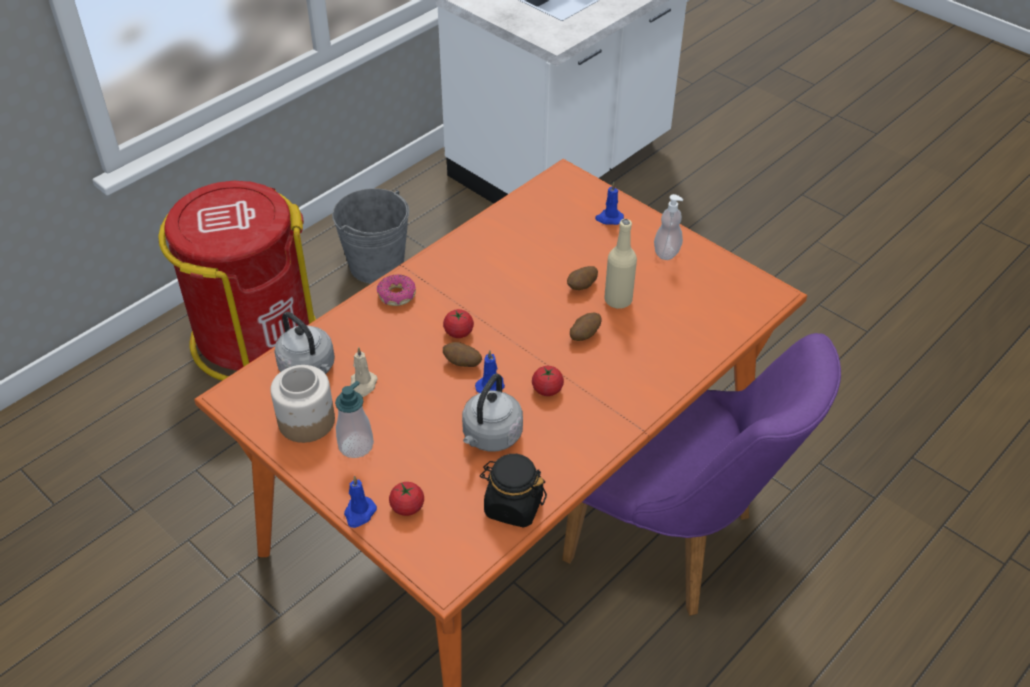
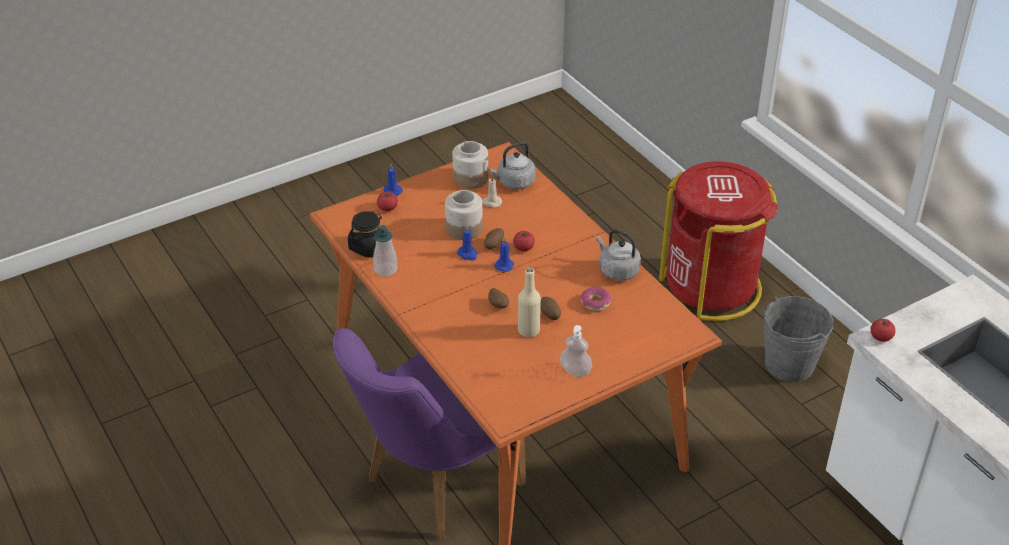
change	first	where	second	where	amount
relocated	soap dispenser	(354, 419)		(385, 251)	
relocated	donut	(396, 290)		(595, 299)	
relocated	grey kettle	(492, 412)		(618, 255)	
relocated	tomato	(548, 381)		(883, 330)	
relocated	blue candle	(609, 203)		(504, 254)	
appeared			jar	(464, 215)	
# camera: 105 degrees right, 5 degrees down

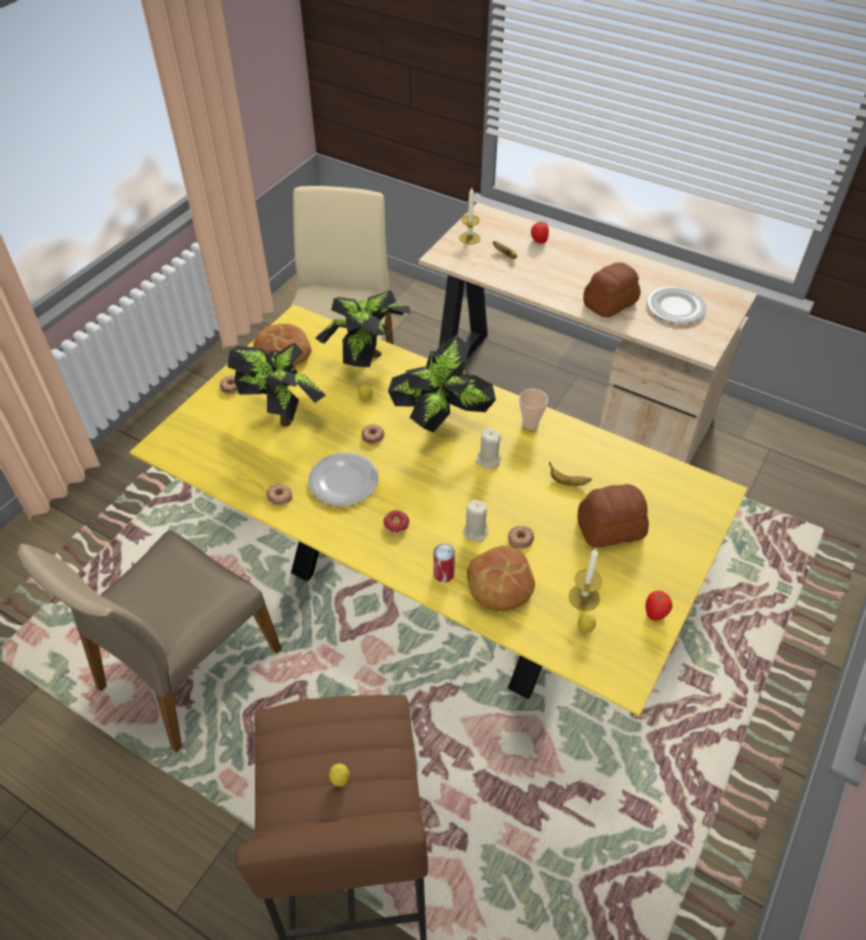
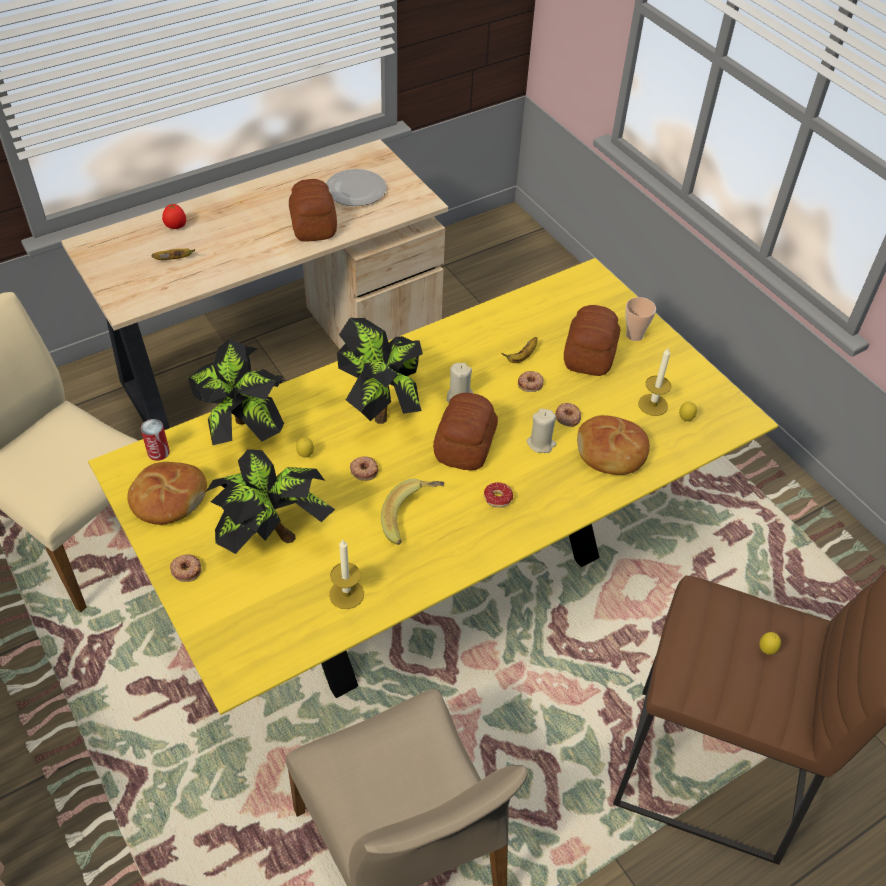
change	first	where	second	where	amount
relocated	donut	(279, 494)		(531, 381)	
exchanged	plate	(343, 479)	banana	(413, 512)	
relocated	can	(444, 563)		(155, 440)	
relocated	candle	(469, 216)		(346, 574)	
relocated	cup	(533, 409)		(640, 319)	
missing	tomato	(659, 605)			
appeared			bread	(465, 432)	
# camera: 65 degrees left, 0 degrees up

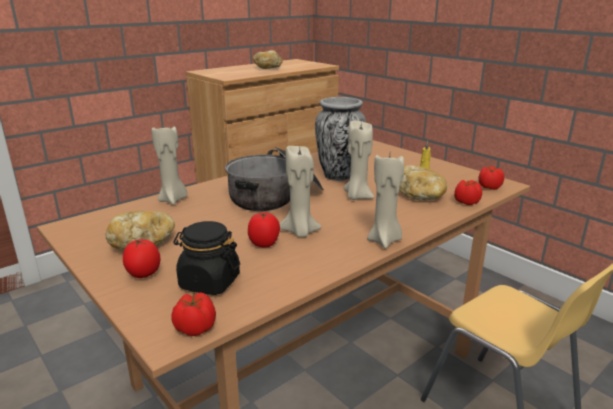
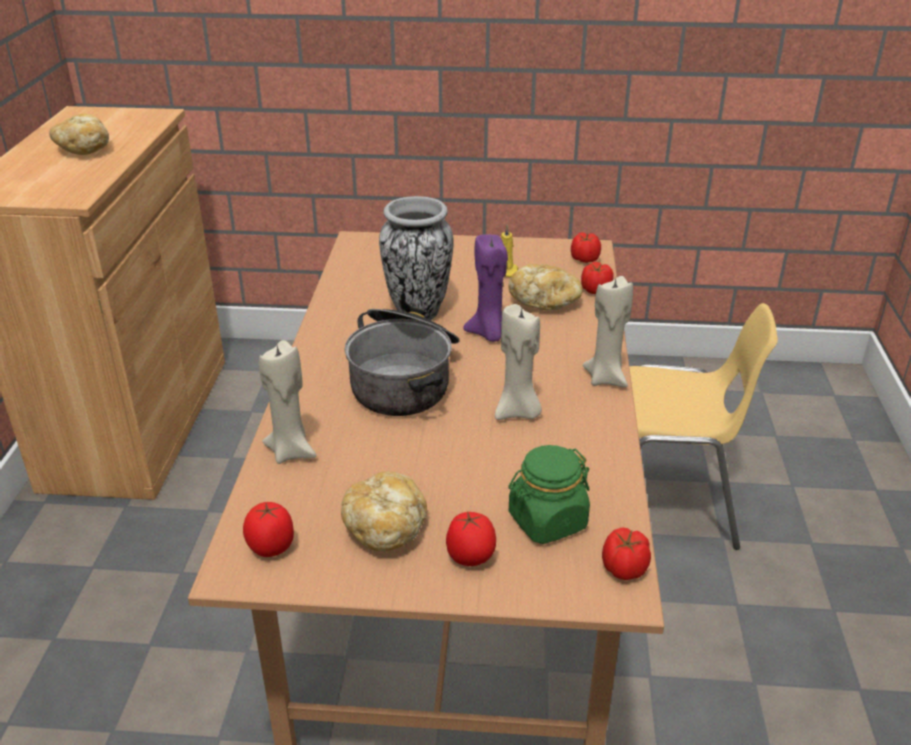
change	first	where	second	where	amount
colour	black jar	(207, 258)	green jar	(549, 494)	
relocated	tomato	(264, 229)		(268, 529)	
colour	beige candle	(359, 160)	purple candle	(485, 287)	
# camera: 45 degrees left, 10 degrees up

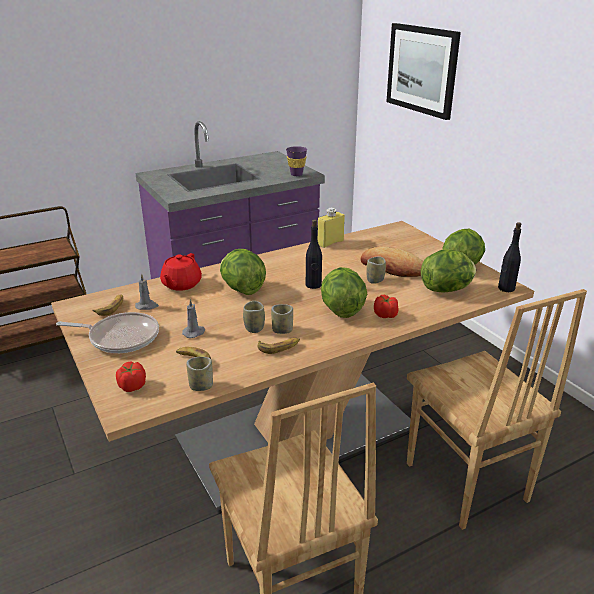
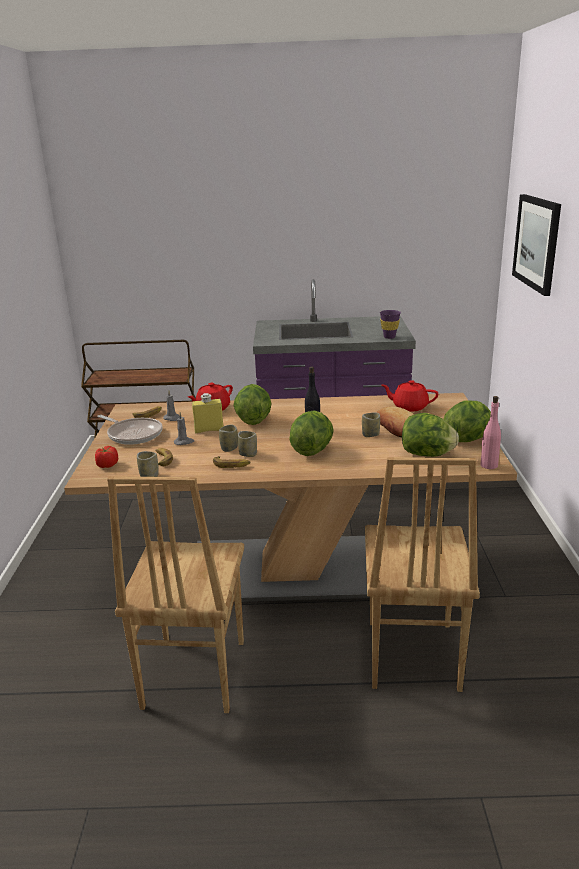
change	first	where	second	where	amount
relocated	yellow bottle	(331, 228)		(208, 413)	
missing	tomato	(386, 306)			
colour	black bottle	(509, 257)	pink bottle	(490, 432)	
appeared			red teapot	(410, 396)	
# camera: 30 degrees right, 5 degrees down

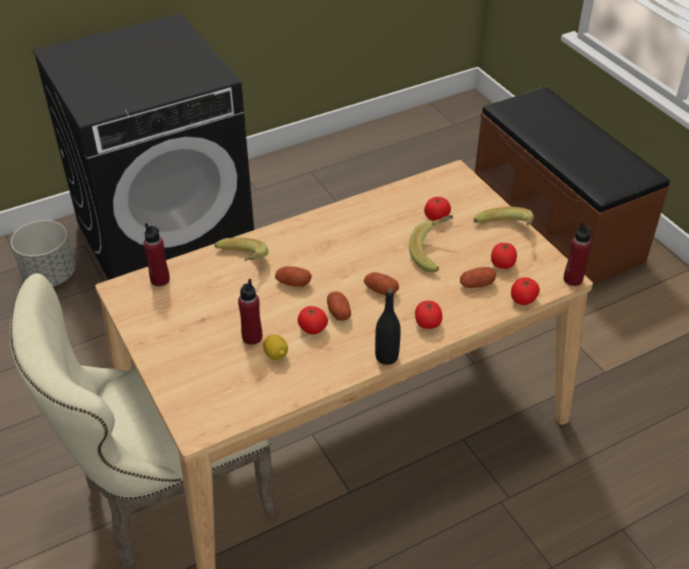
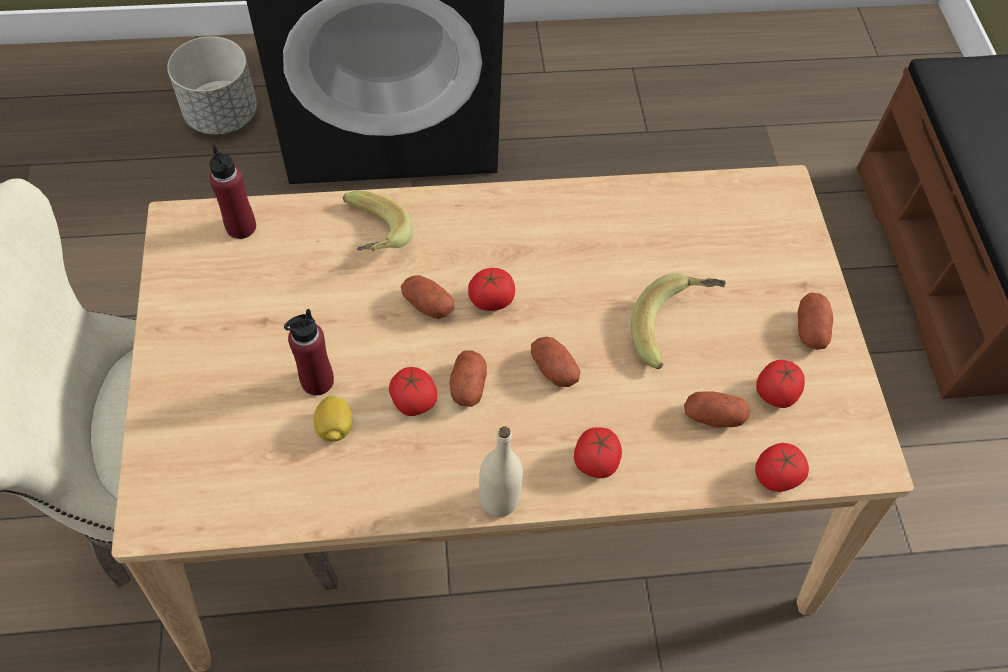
change	first	where	second	where	amount
colour	black bottle	(388, 326)	beige bottle	(501, 472)	
relocated	tomato	(437, 209)		(491, 289)	
exchanged	banana	(504, 216)	potato	(815, 321)	
missing	red bottle	(578, 254)			
# camera: 20 degrees right, 15 degrees up

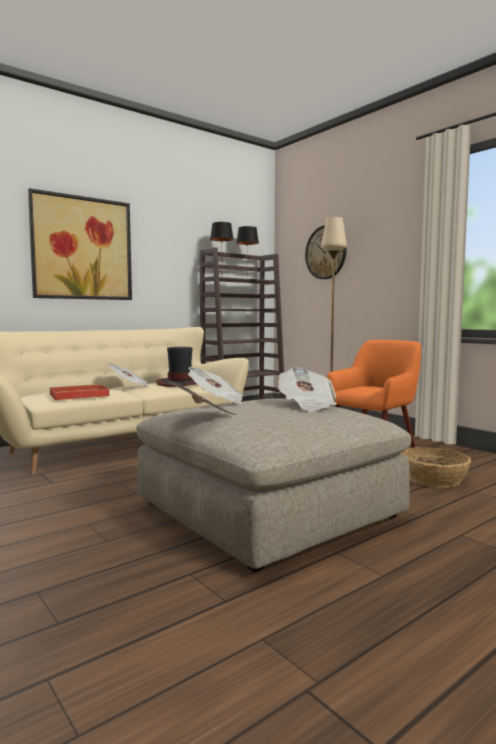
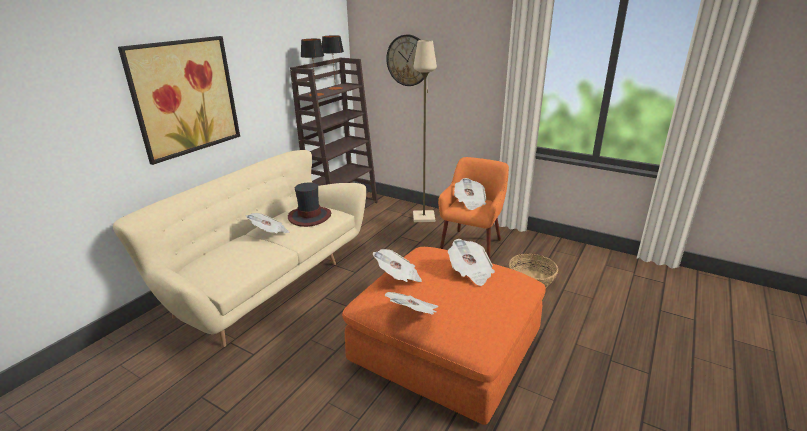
change	first	where	second	where	amount
missing	red tray	(80, 392)			
colour	beige ottoman	(273, 485)	orange ottoman	(444, 336)	
appeared			newspaper	(470, 194)	
# camera: 20 degrees left, 20 degrees up

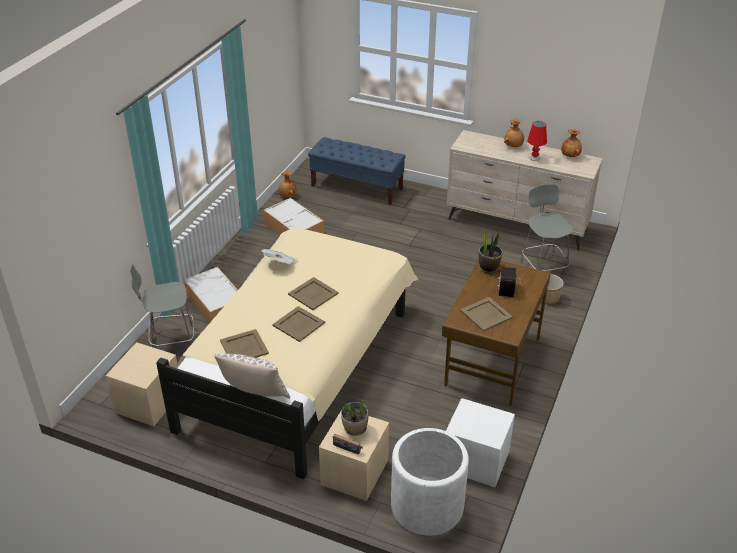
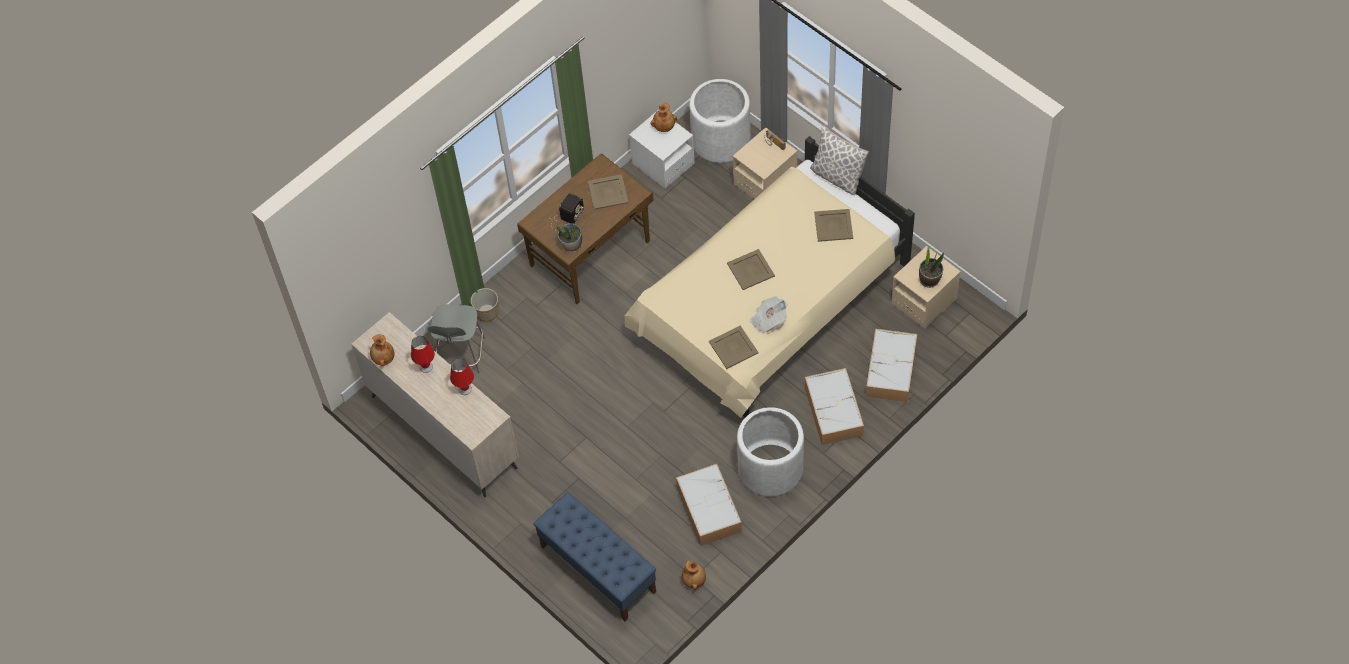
change	first	where	second	where	amount
exchanged	grey chair	(162, 306)	storage box	(891, 365)	
relocated	beige tray	(298, 324)		(734, 347)	
relocated	potted plant	(354, 418)		(931, 267)	
relocated	brown vase	(514, 132)		(663, 117)	
appeared			red table lamp	(462, 376)	
appeared			white planter	(770, 452)	
# camera: 155 degrees left, 20 degrees up

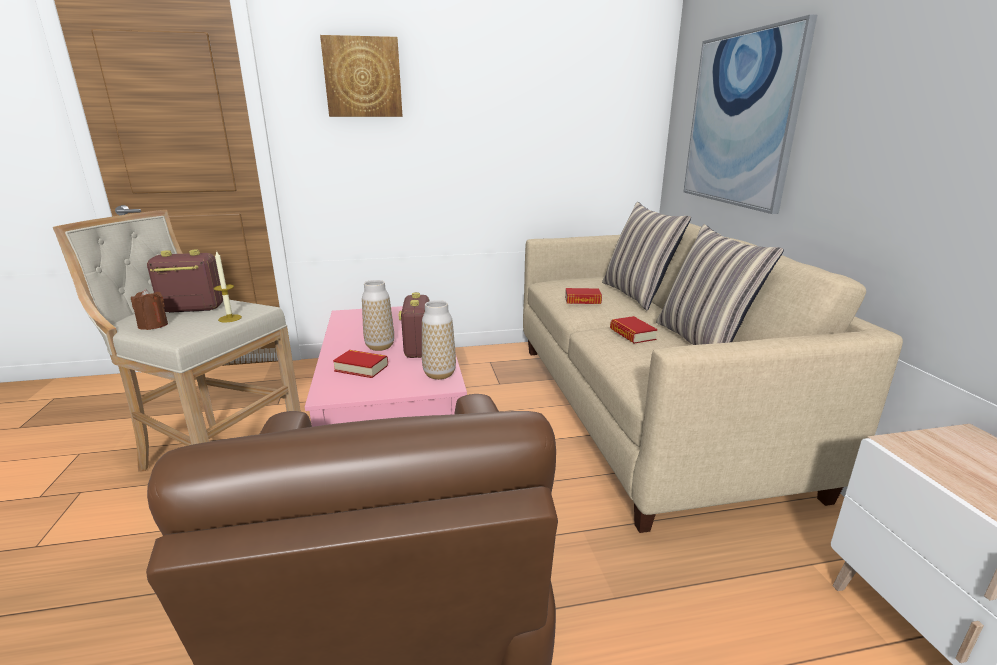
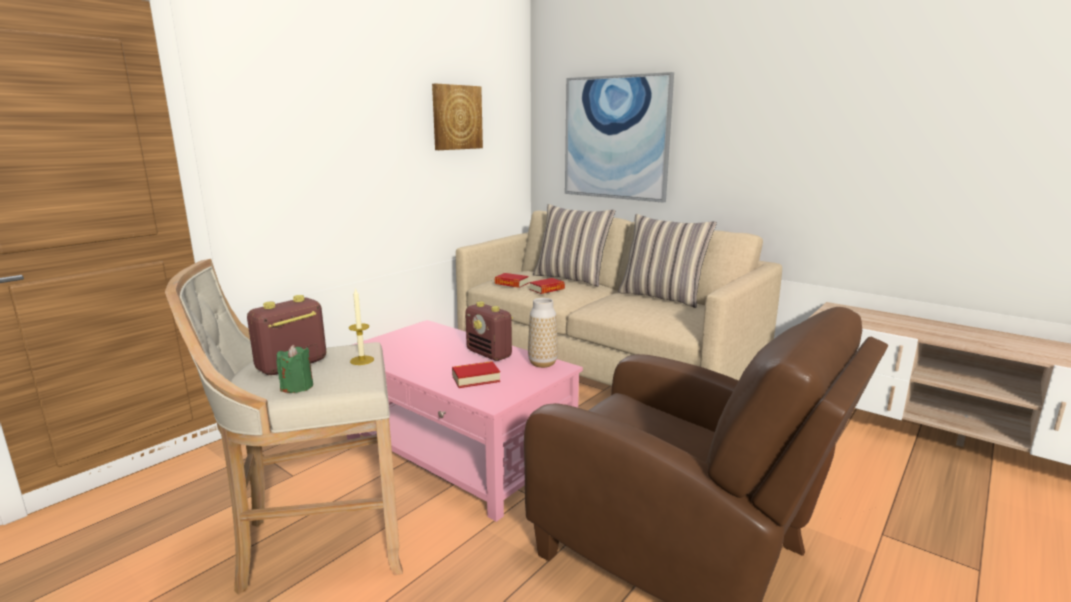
change	first	where	second	where	amount
colour	brown candle	(149, 309)	green candle	(294, 368)	
relocated	picture	(361, 76)		(457, 117)	
missing	vase	(378, 315)			
relocated	book	(634, 329)		(512, 280)	
# camera: 40 degrees left, 5 degrees down

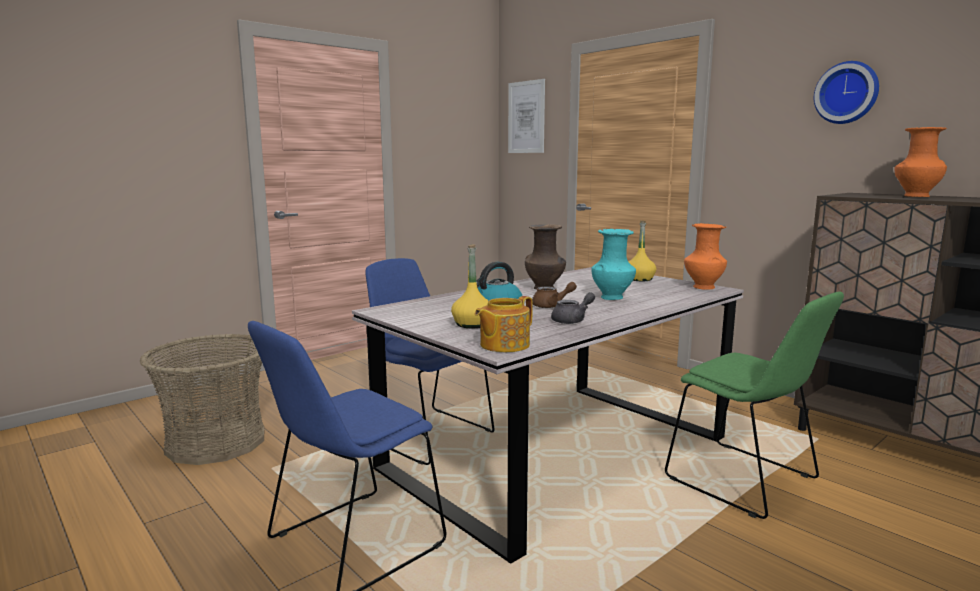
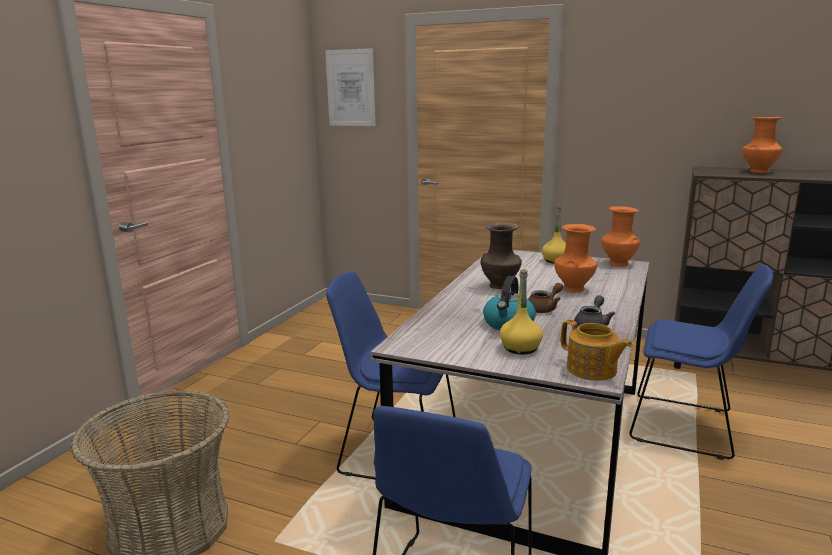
change	first	where	second	where	amount
spun	teapot	(504, 324)		(597, 350)	60 degrees counterclockwise
colour	turquoise vase	(613, 264)	orange vase	(575, 258)	
colour	green chair	(754, 405)	blue chair	(701, 362)	
missing	wall clock	(846, 92)			
# camera: 25 degrees left, 5 degrees up

